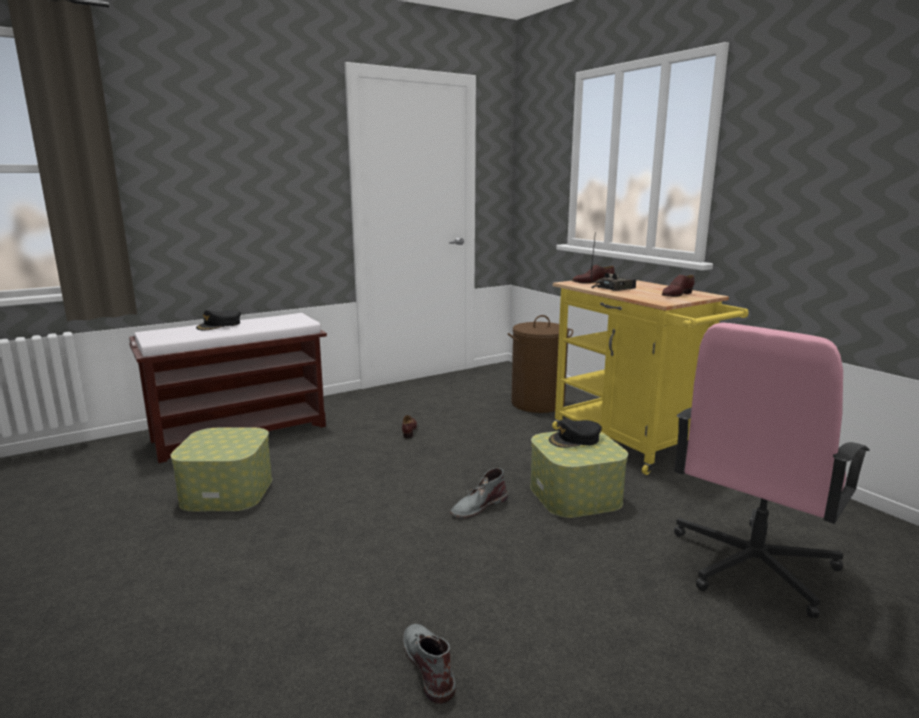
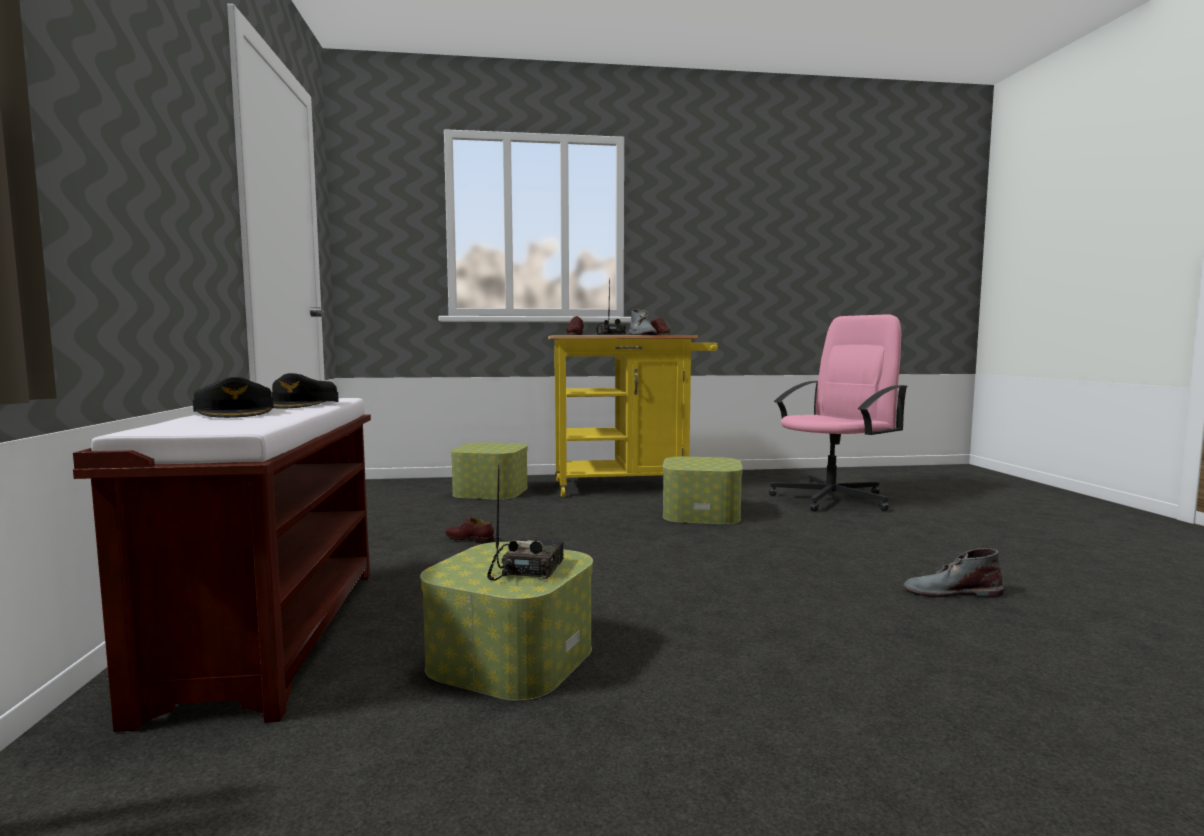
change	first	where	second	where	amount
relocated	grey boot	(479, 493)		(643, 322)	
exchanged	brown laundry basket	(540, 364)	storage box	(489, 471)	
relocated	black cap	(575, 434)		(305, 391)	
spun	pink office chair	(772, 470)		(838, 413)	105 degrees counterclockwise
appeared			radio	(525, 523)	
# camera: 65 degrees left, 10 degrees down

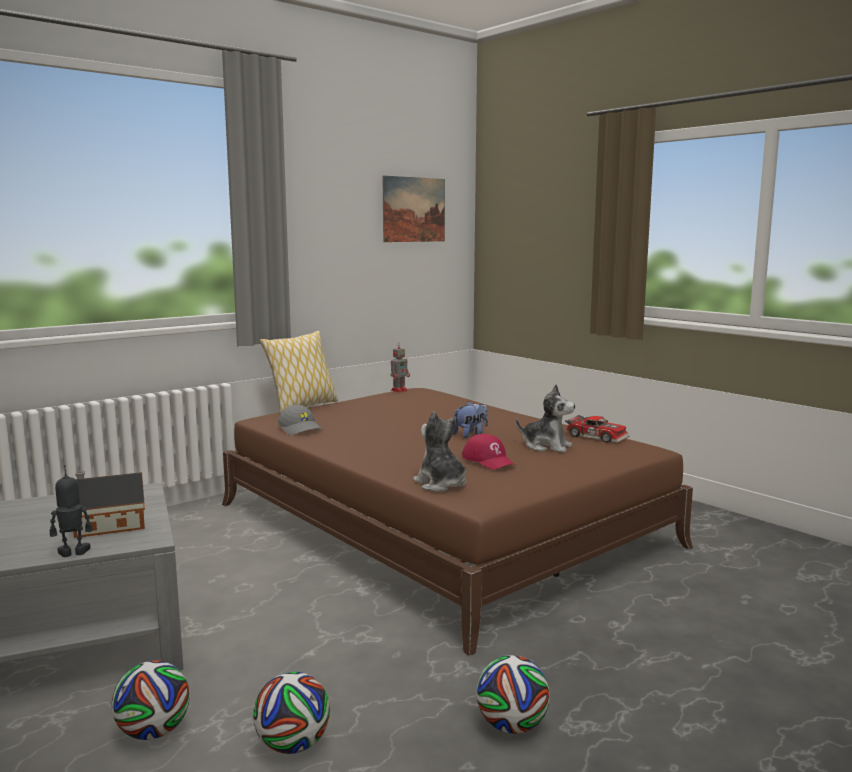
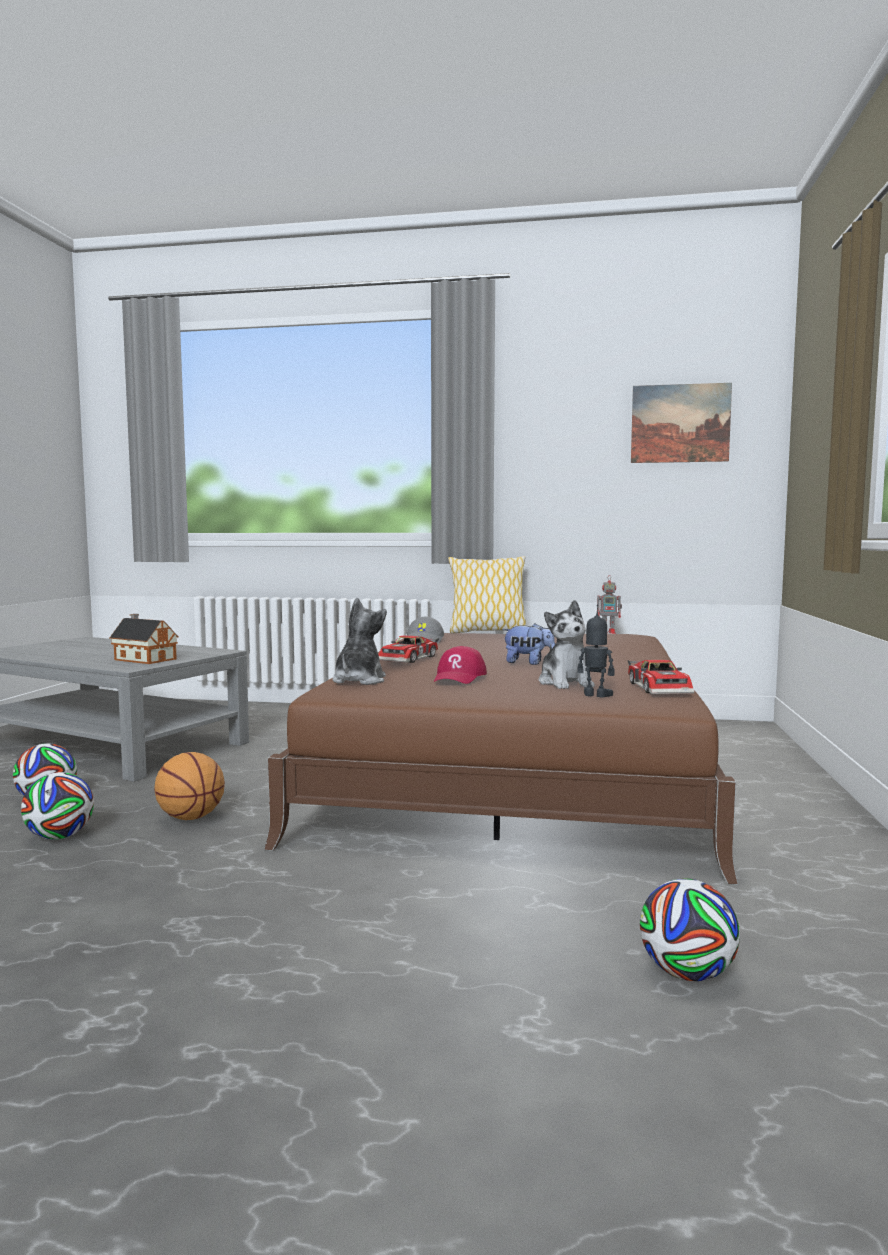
change	first	where	second	where	amount
relocated	toy robot	(71, 511)		(596, 650)	
relocated	football	(513, 694)		(690, 929)	
appeared			basketball	(189, 786)	
appeared			toy car	(408, 649)	
# camera: 50 degrees right, 5 degrees down

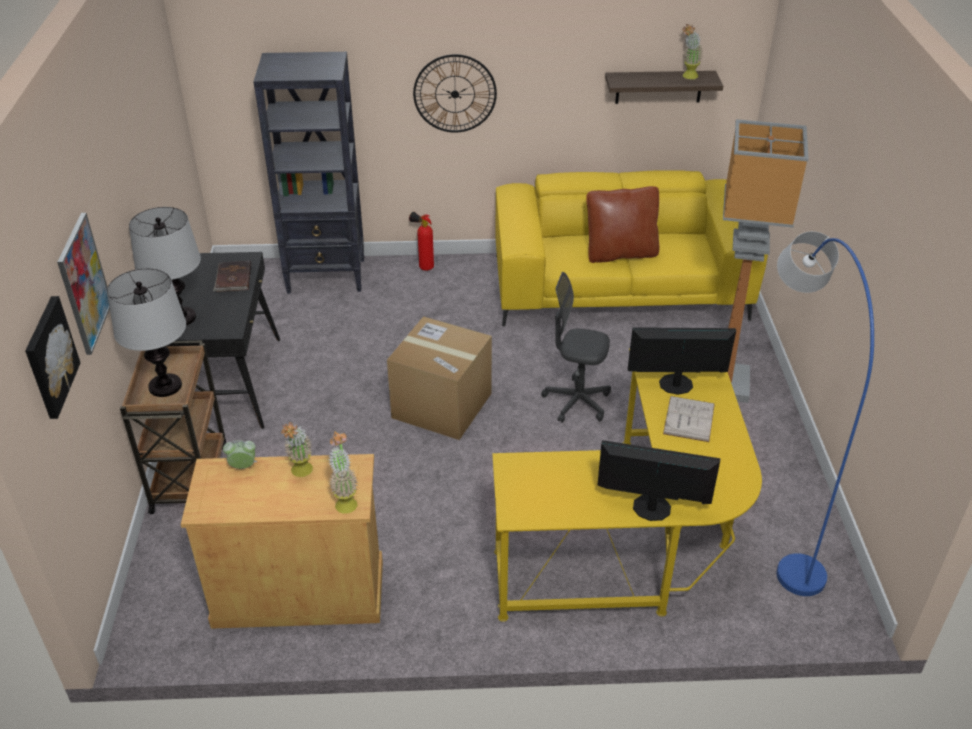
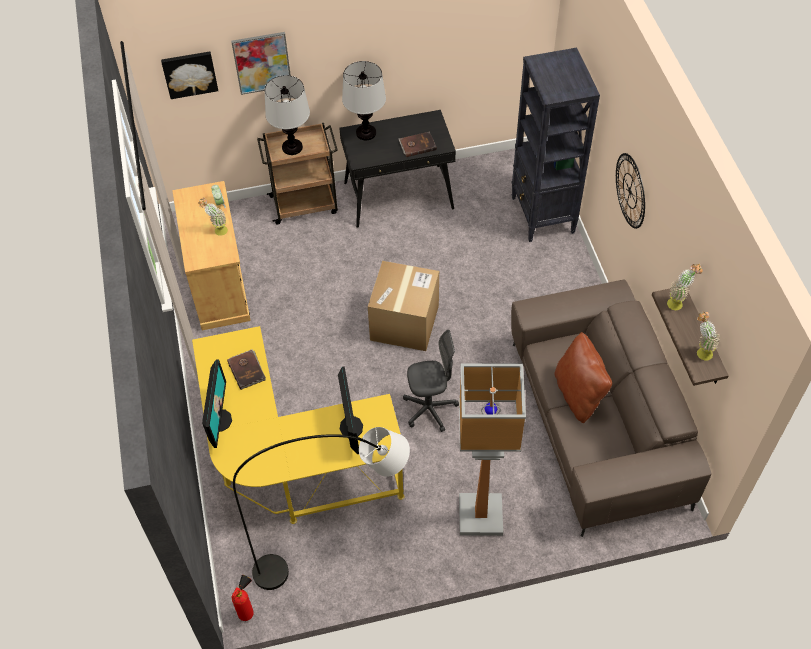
change	first	where	second	where	amount
relocated	potted plant	(343, 472)		(684, 287)	
relocated	fire extinguisher	(421, 241)		(243, 598)	
colour	yellow sofa	(632, 248)	brown sofa	(611, 408)	
spun	grey office chair	(576, 347)		(431, 381)	75 degrees clockwise
missing	white book	(689, 419)			
colour	blue floor lamp	(825, 413)	grey floor lamp	(321, 508)	
appeared			brown book	(246, 369)	
# camera: 80 degrees right, 15 degrees up

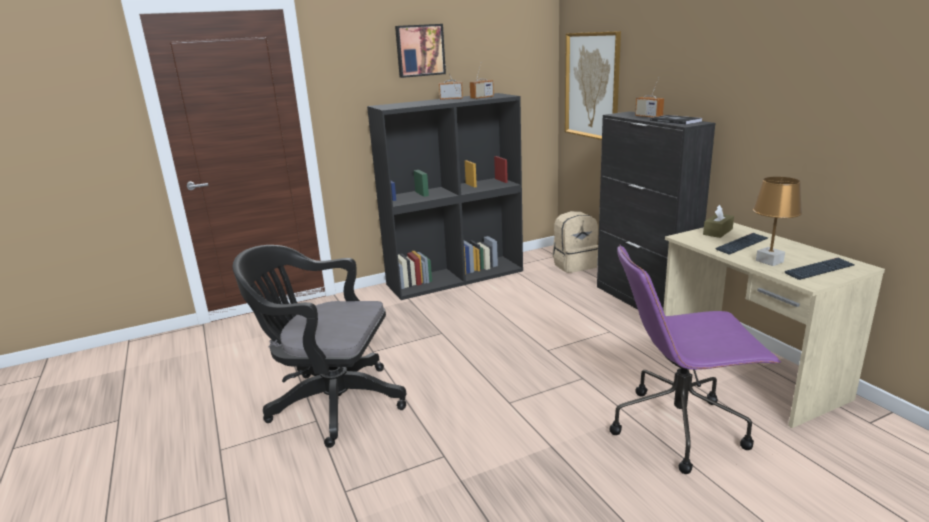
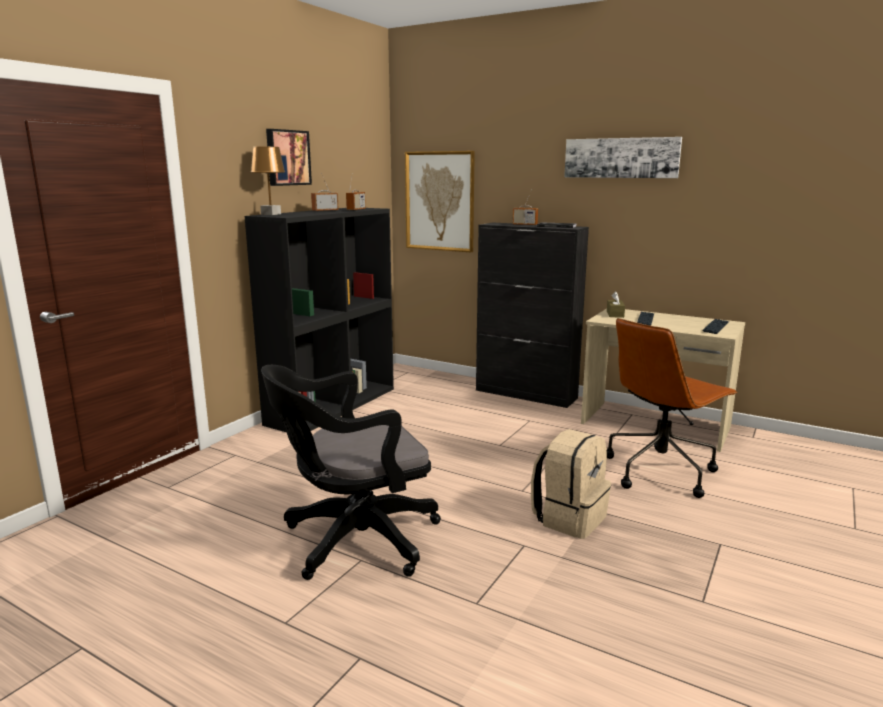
change	first	where	second	where	amount
relocated	beige backpack	(575, 242)		(571, 484)	
colour	purple office chair	(695, 359)	brown office chair	(672, 408)	
relocated	brown table lamp	(777, 221)		(268, 181)	
appeared			picture	(623, 157)	
# camera: 35 degrees left, 5 degrees down

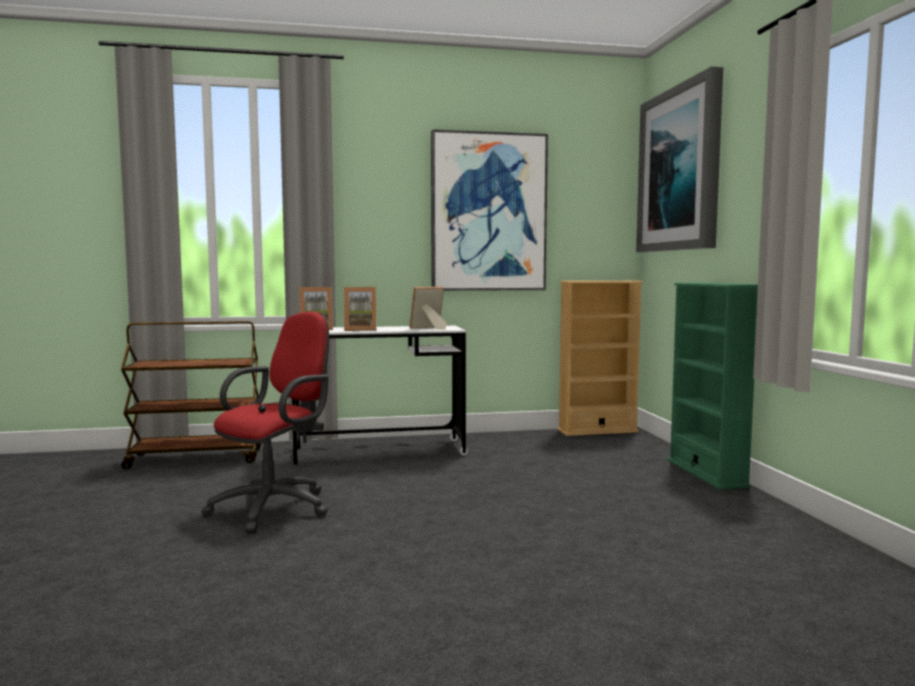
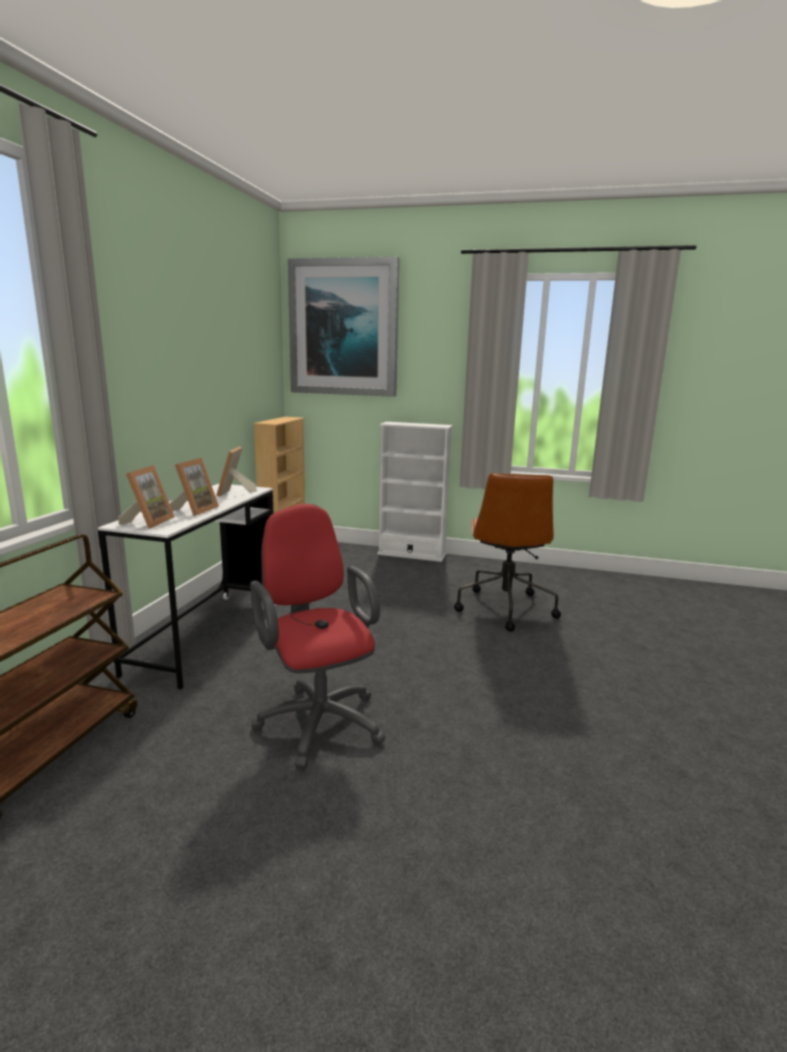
change	first	where	second	where	amount
missing	picture	(489, 210)			
colour	green bookcase	(713, 386)	white bookcase	(415, 492)	
appeared			brown office chair	(507, 552)	
# camera: 65 degrees left, 10 degrees up

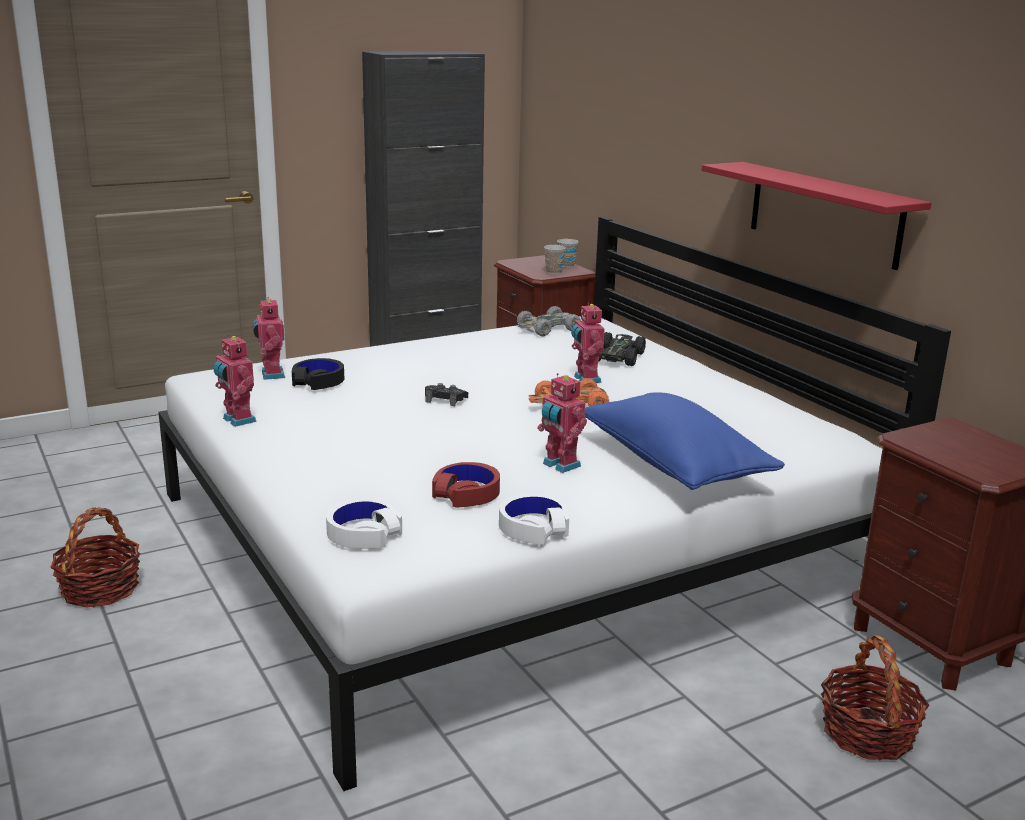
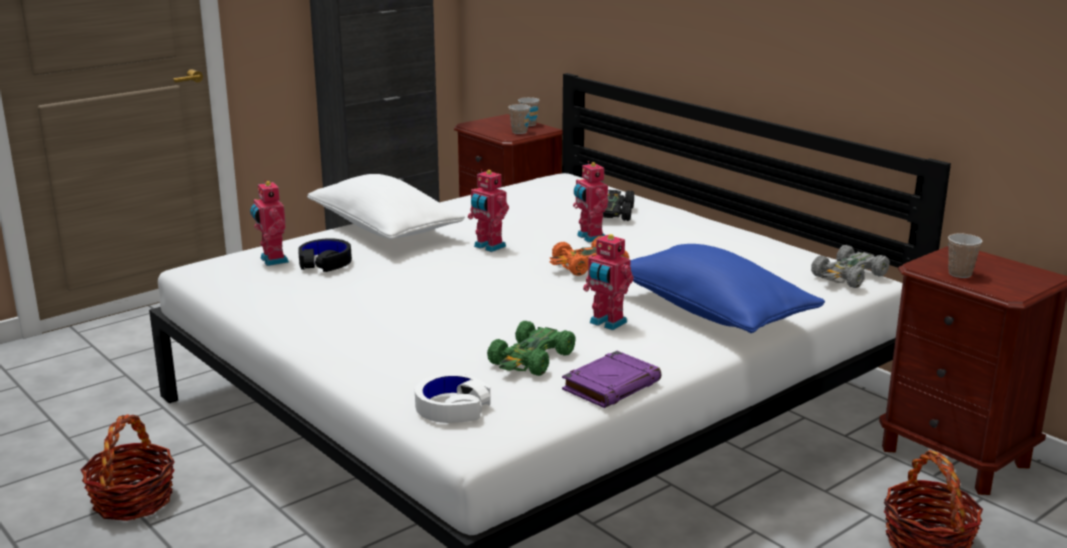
change	first	where	second	where	amount
relocated	toy robot	(235, 381)		(488, 210)	
missing	black game controller	(446, 394)			
exchanged	red headphones	(466, 485)	green toy car	(531, 348)	
exchanged	white headphones	(534, 519)	purple book	(611, 379)	
relocated	grey toy car	(549, 321)		(850, 266)	
missing	red shelf	(817, 216)			
appeared			white pillow	(386, 207)	
appeared			cup	(965, 256)	
# camera: 10 degrees left, 0 degrees up

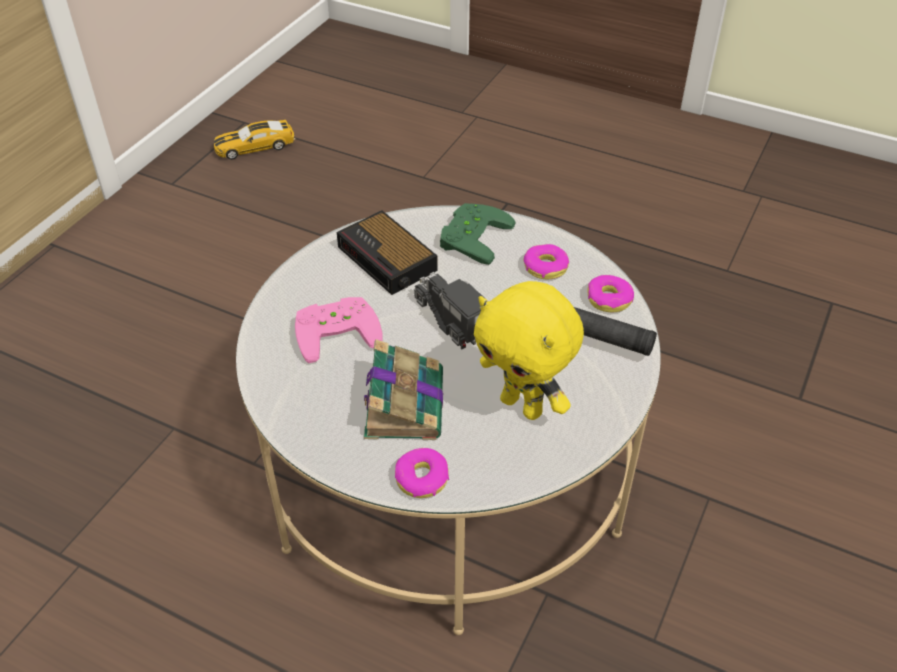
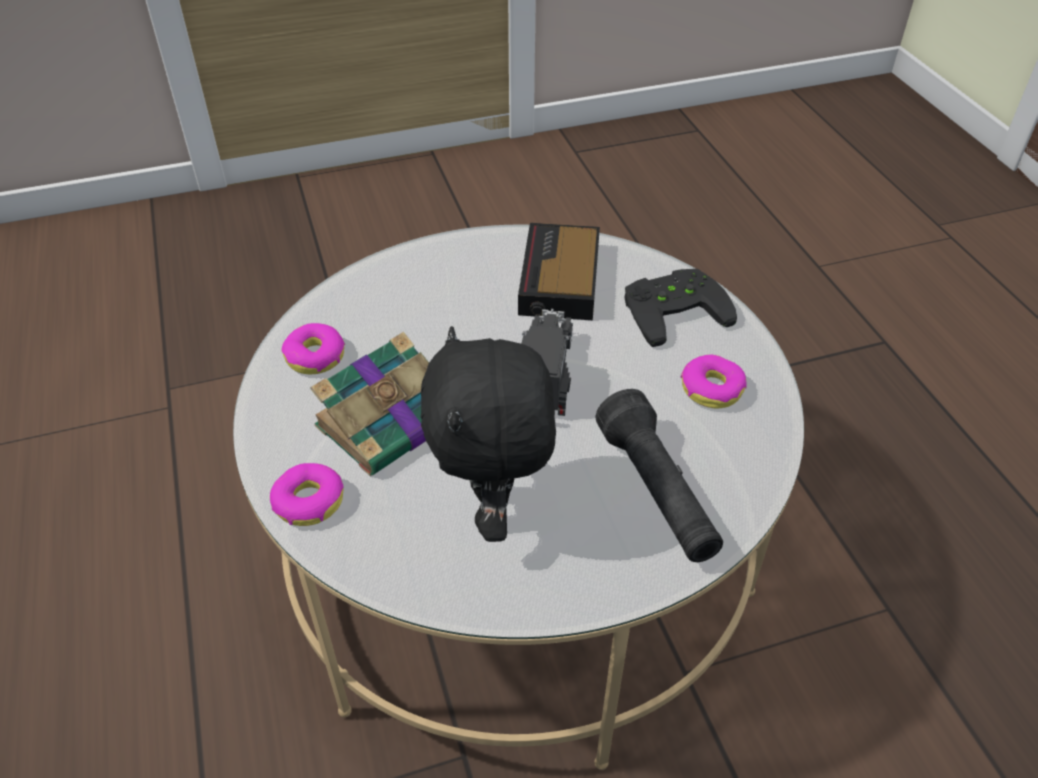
change	first	where	second	where	amount
missing	toy car	(254, 140)			
missing	pink game controller	(339, 330)			
colour	green game controller	(478, 234)	black game controller	(680, 308)	
colour	yellow plush toy	(529, 350)	black plush toy	(488, 434)	
relocated	donut	(610, 293)		(313, 349)	
# camera: 45 degrees right, 0 degrees up

